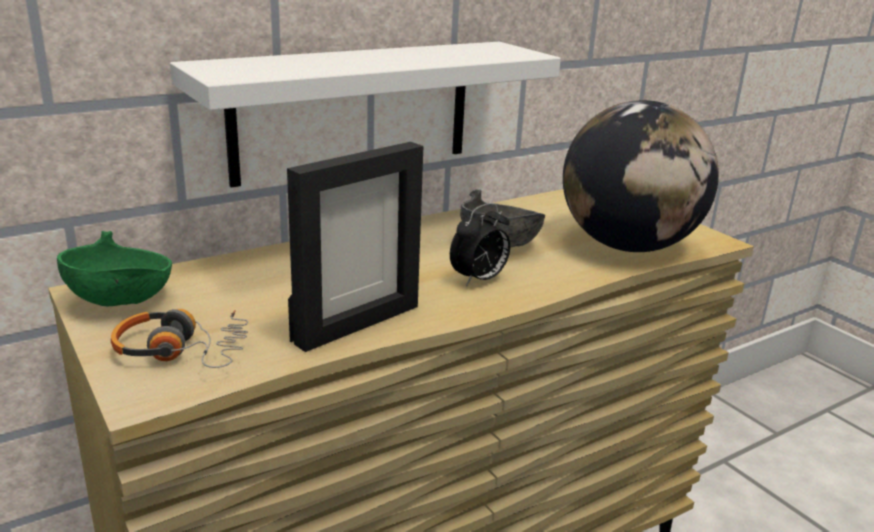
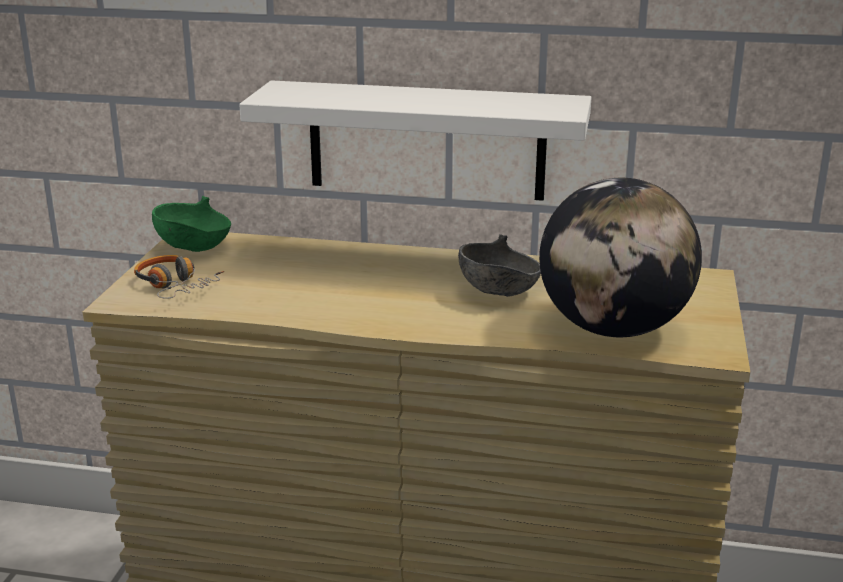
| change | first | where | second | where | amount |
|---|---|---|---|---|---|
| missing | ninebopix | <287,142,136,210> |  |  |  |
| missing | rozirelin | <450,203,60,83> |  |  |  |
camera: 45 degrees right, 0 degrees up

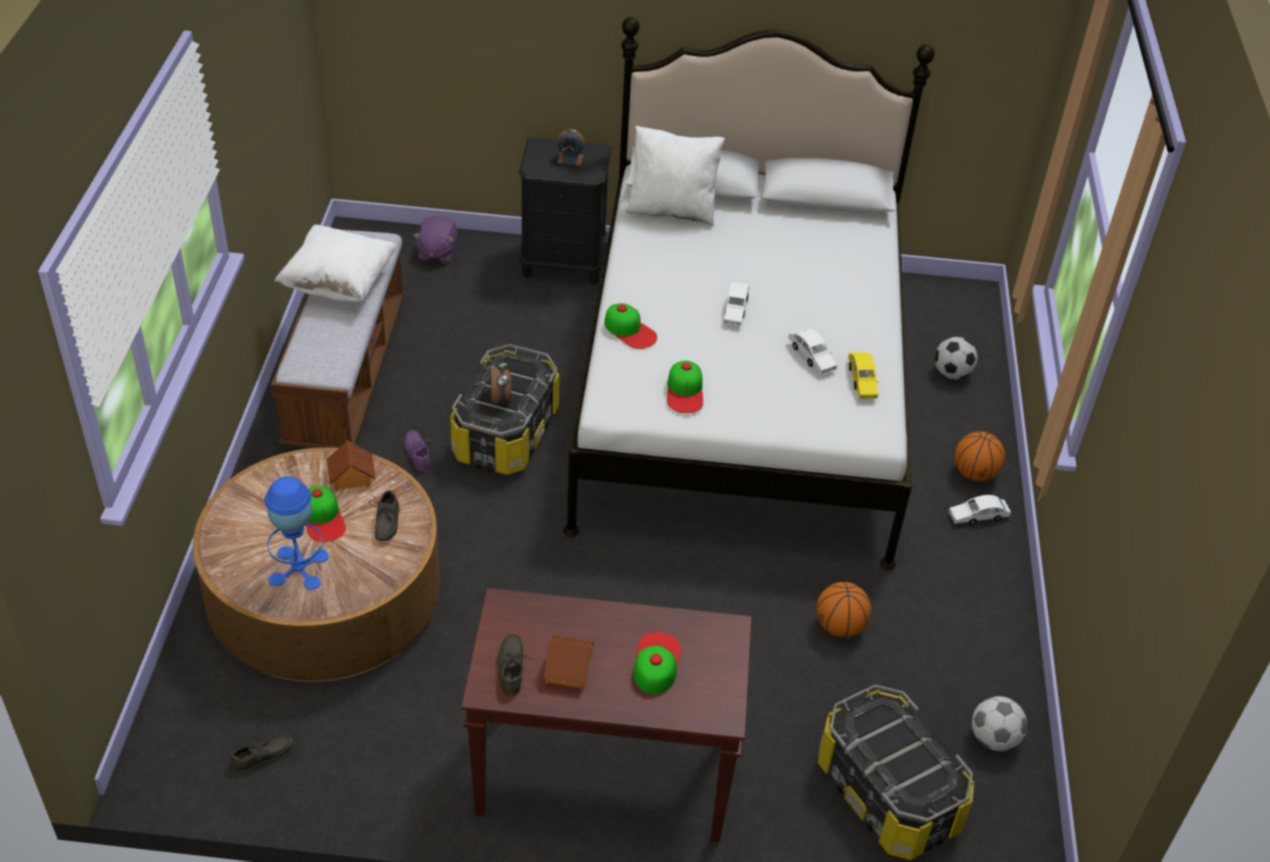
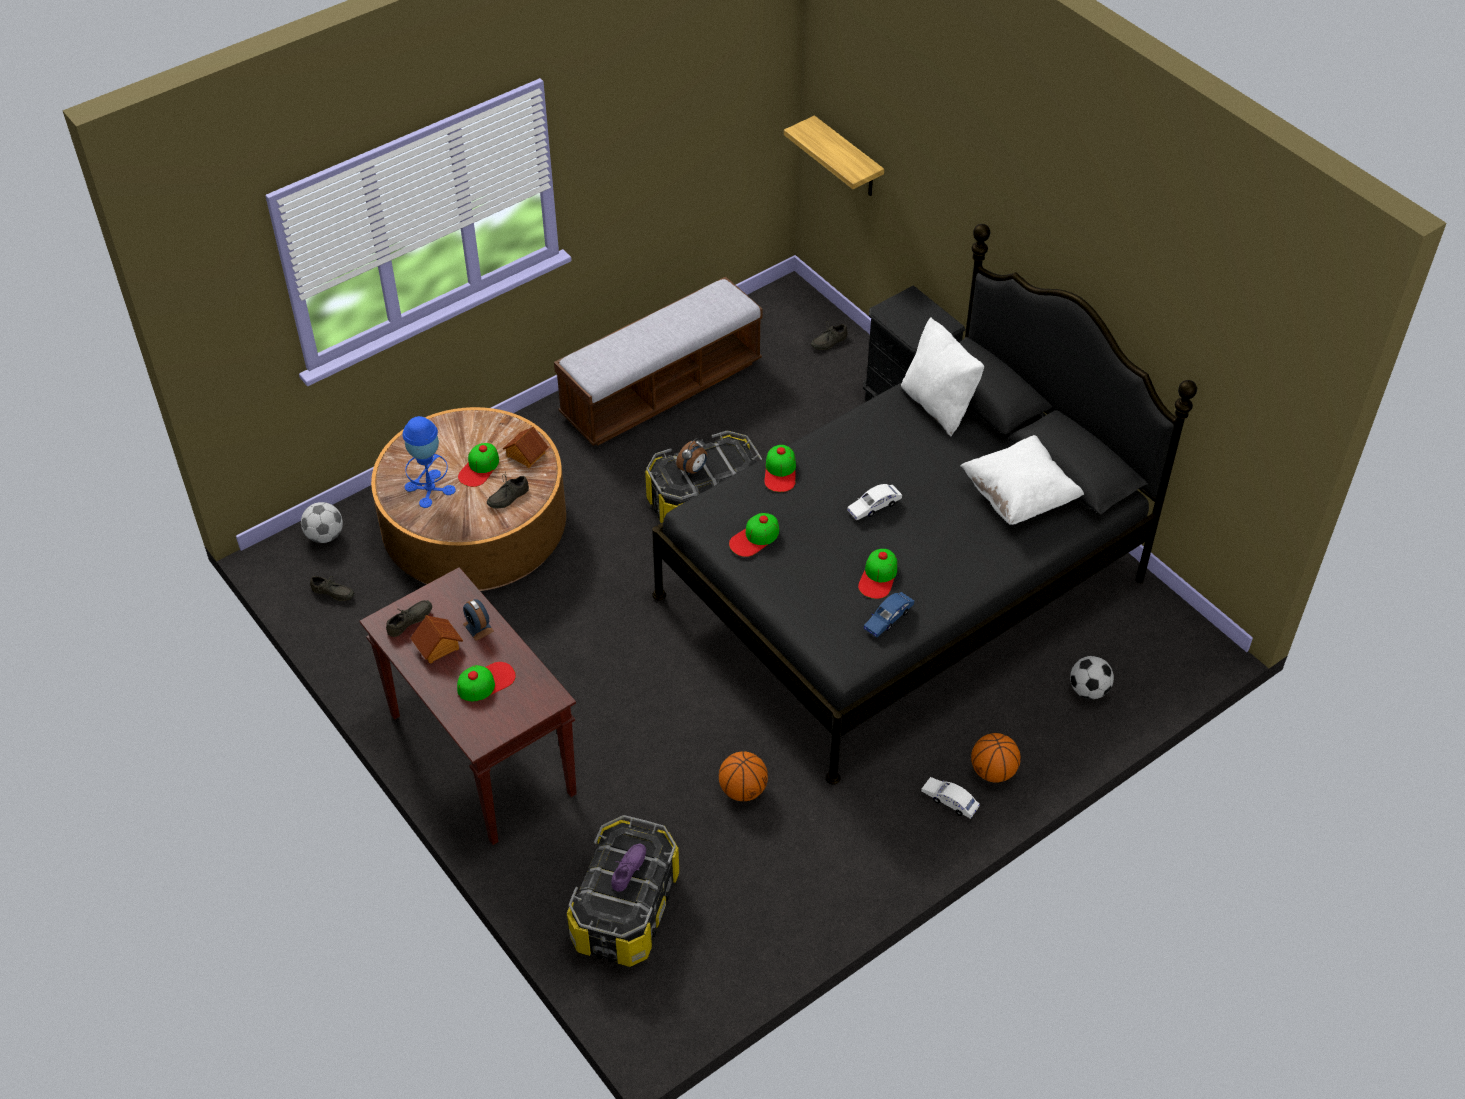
| change | first | where | second | where | amount |
|---|---|---|---|---|---|
| colour | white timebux | <563,17,372,553> | black timebux | <652,224,545,561> |  |
| relocated | rozirelin | <557,129,28,37> |  | <463,599,31,42> |  |
| exchanged | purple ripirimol | <413,216,45,47> | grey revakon | <811,319,36,31> |  |
| relocated | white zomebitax | <274,225,123,77> |  | <960,435,124,90> |  |
| exchanged | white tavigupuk | <788,328,49,46> | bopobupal | <858,549,39,50> |  |
| colour | yellow tavigupuk | <848,352,31,47> | blue tavigupuk | <864,592,50,46> |  |
| relocated | purple revakon | <404,430,30,41> |  | <611,843,35,49> |  |
| relocated | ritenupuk | <972,696,55,55> |  | <301,502,42,41> |  |
| appeared |  |  | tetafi | <784,115,100,81> |  |
camera: 50 degrees right, 5 degrees up

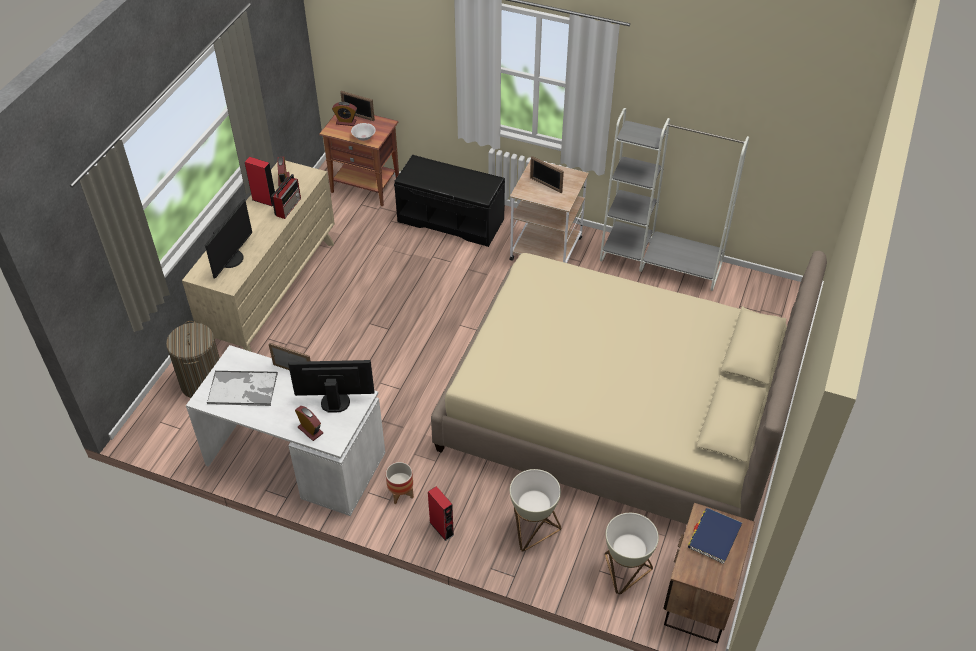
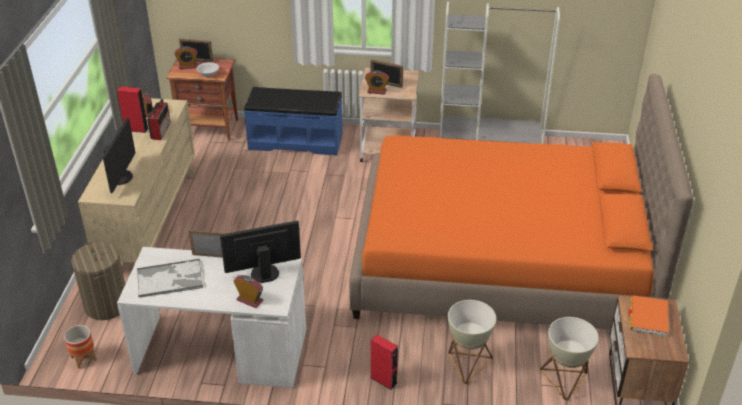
| change | first | where | second | where | amount |
|---|---|---|---|---|---|
| colour | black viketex | <394,155,111,92> | blue viketex | <244,87,99,69> |  |
| colour | beige timebux | <431,251,396,273> | orange timebux | <349,73,345,257> |  |
| relocated | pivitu | <386,462,28,42> |  | <64,325,33,44> |  |
| colour | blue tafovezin | <688,508,54,56> | orange tafovezin | <628,295,40,42> |  |
| appeared |  |  | rozirelin | <365,70,24,25> |  |
camera: 15 degrees left, 10 degrees down

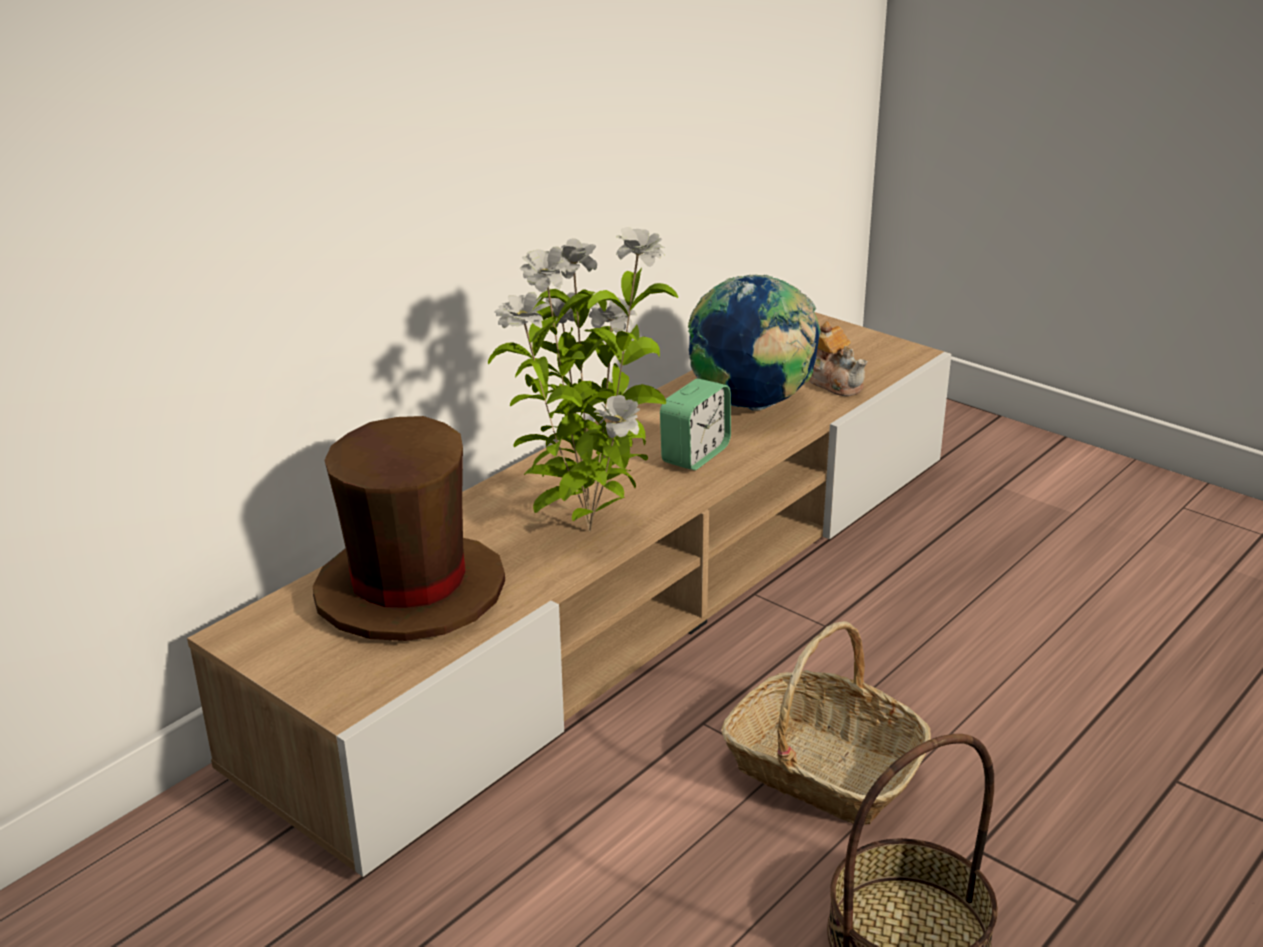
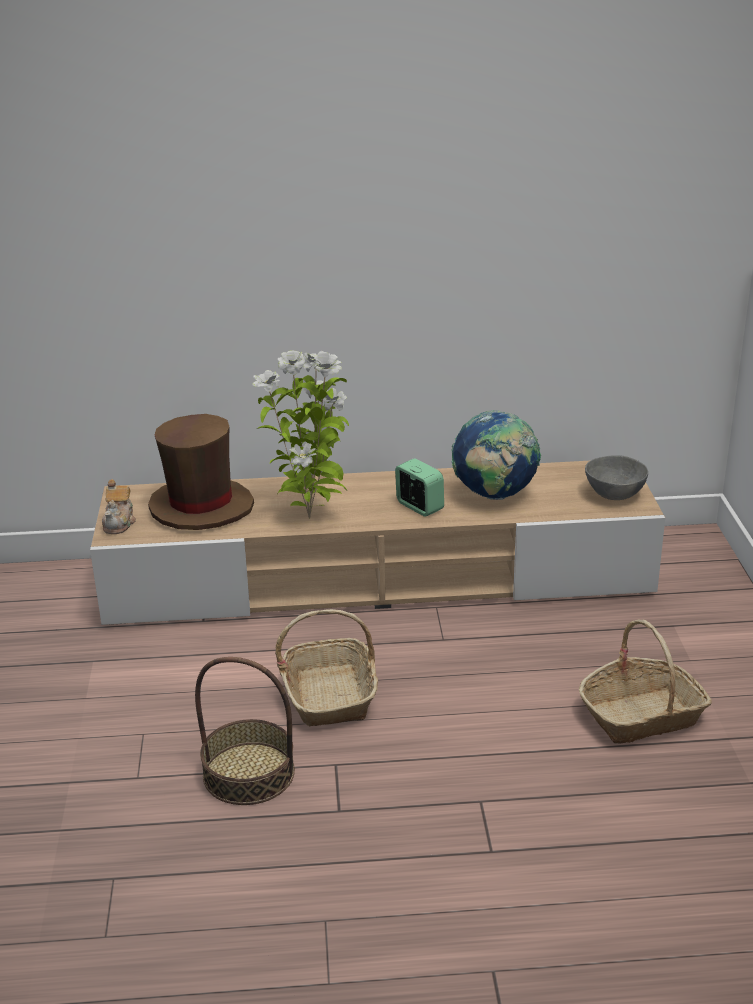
| change | first | where | second | where | amount |
|---|---|---|---|---|---|
| relocated | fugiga | <809,321,59,75> |  | <102,479,34,55> |  |
| spun | rozirelin | <660,378,71,92> |  | <395,458,49,59> | 120 degrees counterclockwise |
| appeared |  |  | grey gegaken | <585,455,63,45> |  |
| appeared |  |  | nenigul | <579,620,133,124> |  |
camera: 45 degrees right, 0 degrees up

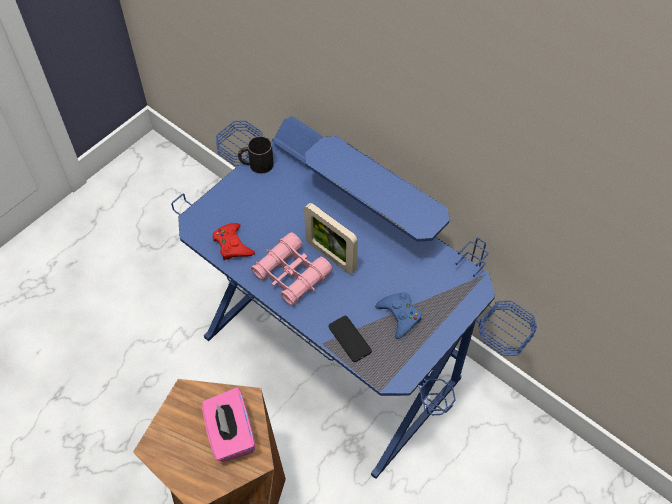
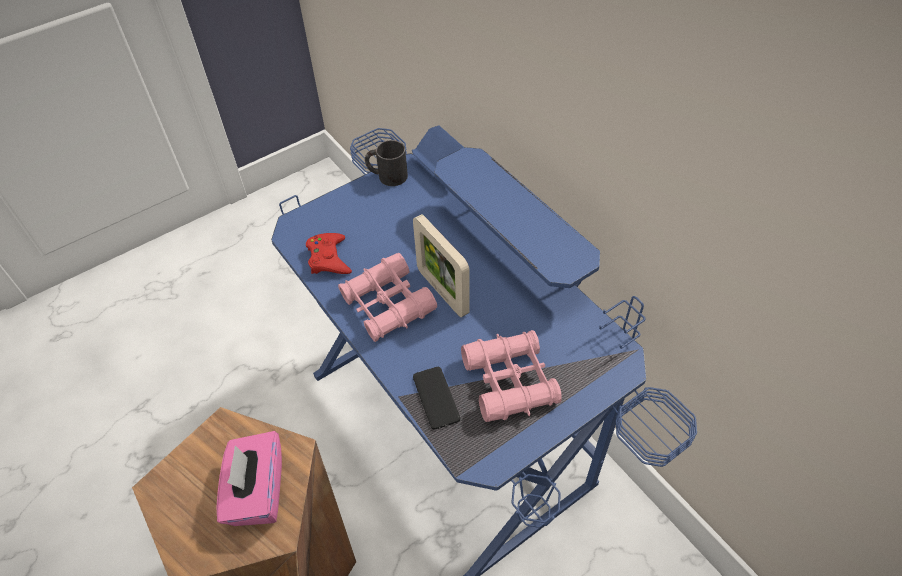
| change | first | where | second | where | amount |
|---|---|---|---|---|---|
| exchanged | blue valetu | <375,292,47,47> | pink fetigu | <461,330,101,92> |  |
camera: 15 degrees right, 5 degrees down

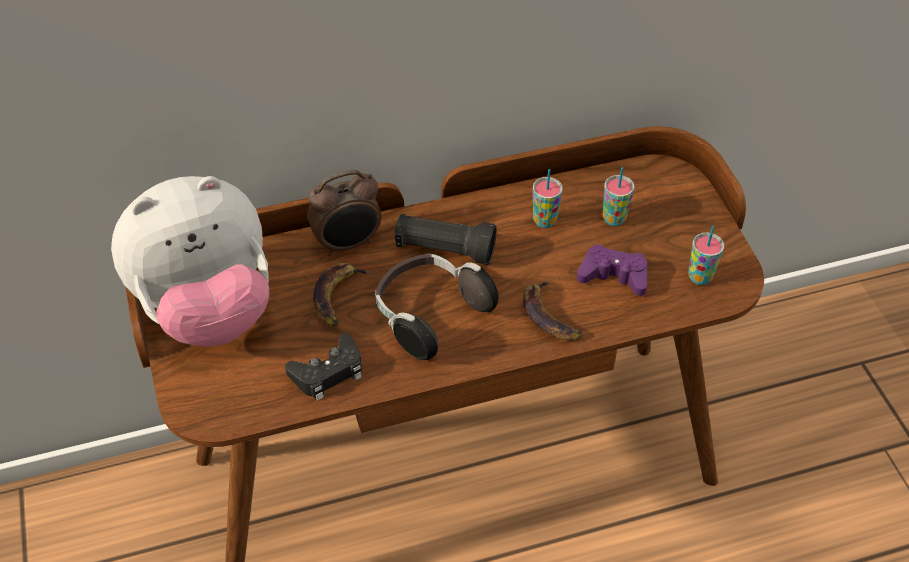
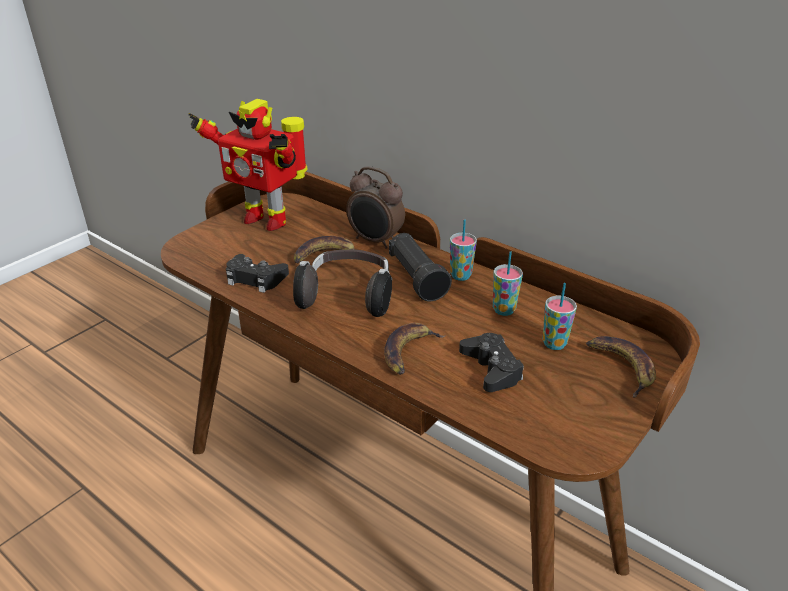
| change | first | where | second | where | amount |
|---|---|---|---|---|---|
| exchanged | ripirimol | <111,176,158,170> | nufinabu | <188,99,120,132> |  |
| relocated | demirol | <688,226,36,59> |  | <450,219,27,62> |  |
| colour | purple valetu | <577,244,71,52> | black valetu | <459,333,65,59> |  |
| appeared |  |  | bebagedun | <586,336,70,62> |  |
camera: 55 degrees right, 15 degrees down

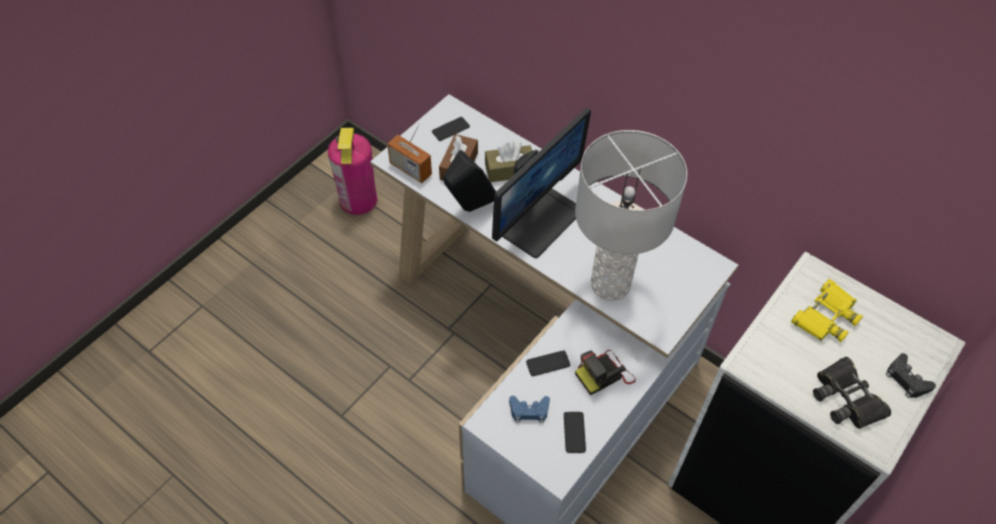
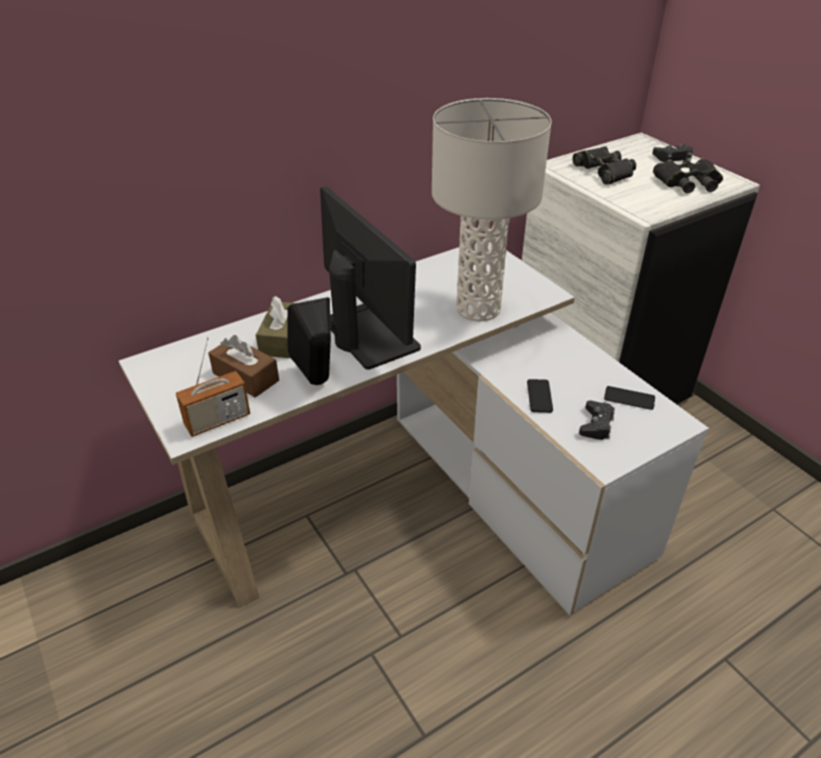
| change | first | where | second | where | amount |
|---|---|---|---|---|---|
| missing | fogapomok | <432,117,38,24> |  |  |  |
| missing | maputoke | <328,128,50,87> |  |  |  |
| colour | yellow fetigu | <791,279,72,63> | black fetigu | <573,146,63,39> |  |
| missing | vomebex | <575,350,61,45> |  |  |  |
| colour | blue valetu | <509,396,41,27> | black valetu | <579,400,36,40> |  |
camera: 70 degrees left, 15 degrees down

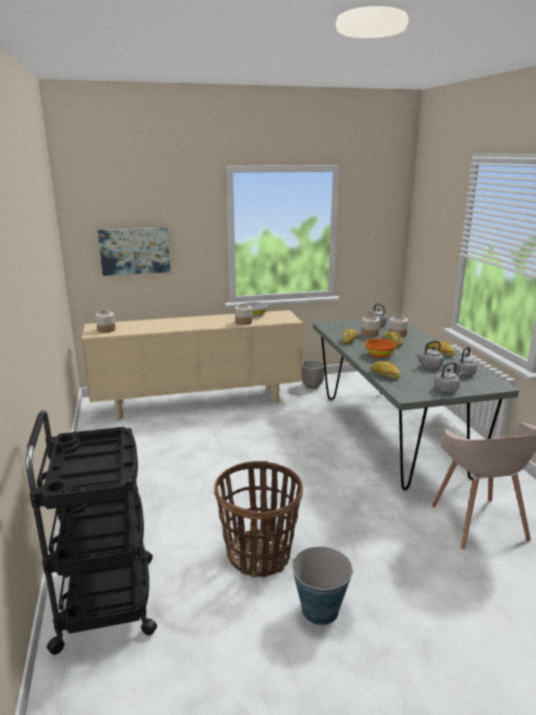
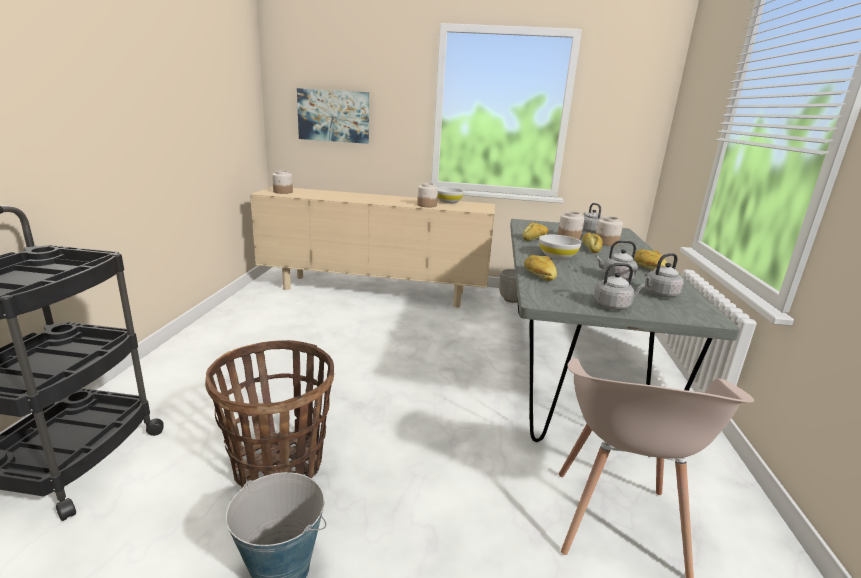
| change | first | where | second | where | amount |
|---|---|---|---|---|---|
| colour | orange gegaken | <365,338,31,20> | white gegaken | <539,235,43,25> |  |
camera: 20 degrees right, 0 degrees up

